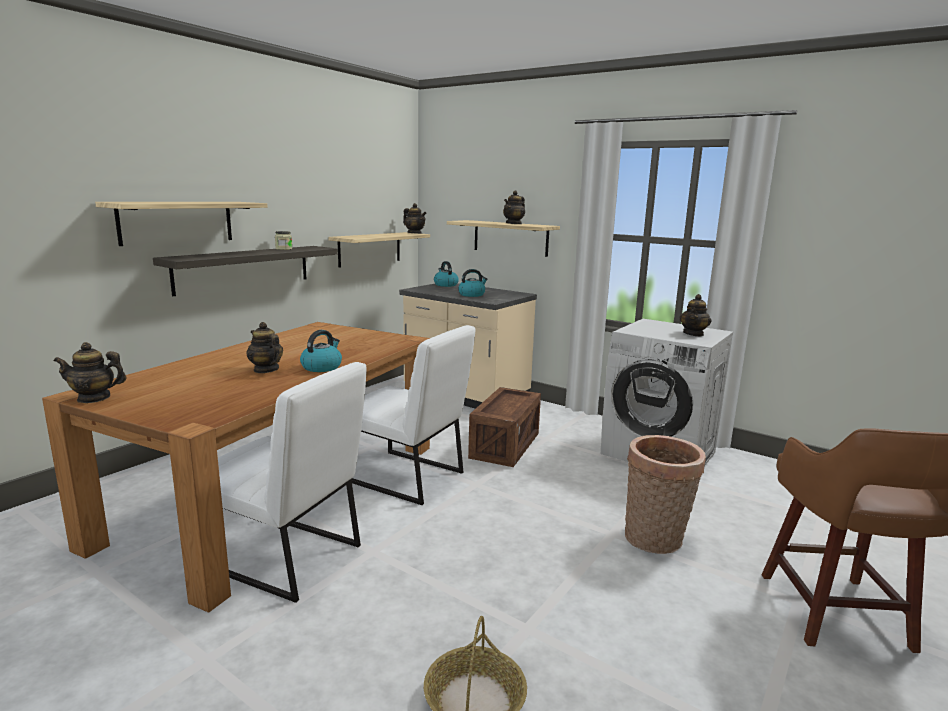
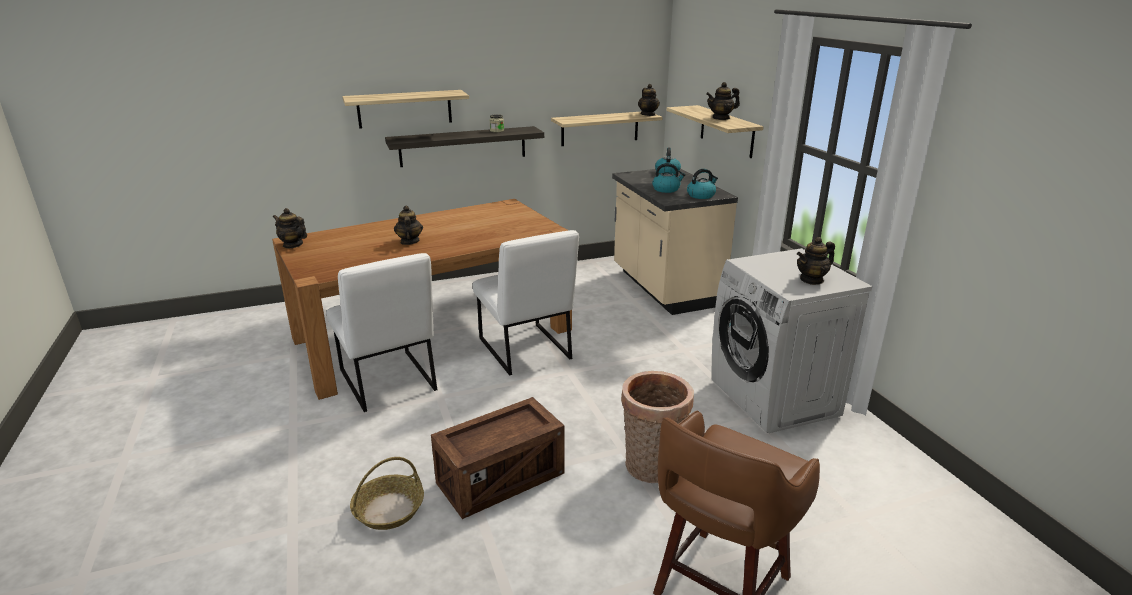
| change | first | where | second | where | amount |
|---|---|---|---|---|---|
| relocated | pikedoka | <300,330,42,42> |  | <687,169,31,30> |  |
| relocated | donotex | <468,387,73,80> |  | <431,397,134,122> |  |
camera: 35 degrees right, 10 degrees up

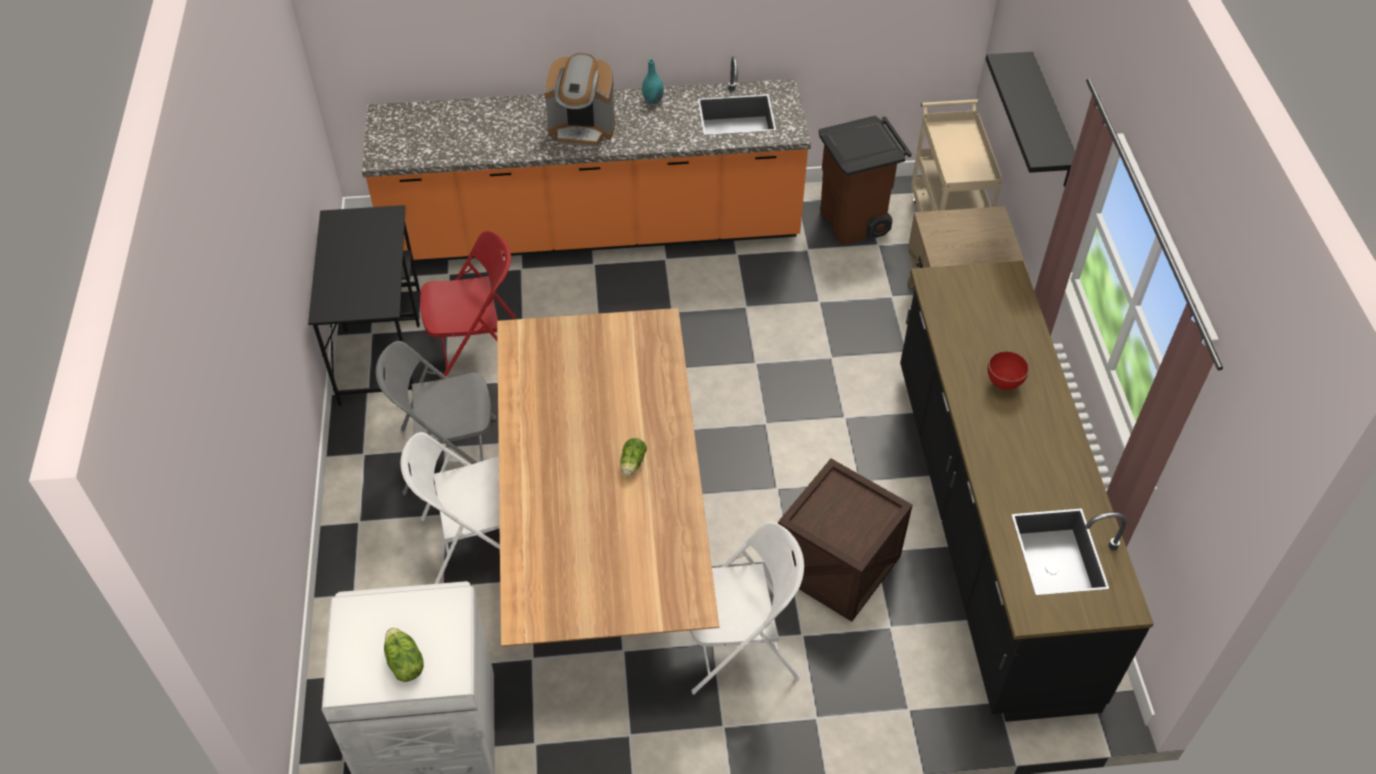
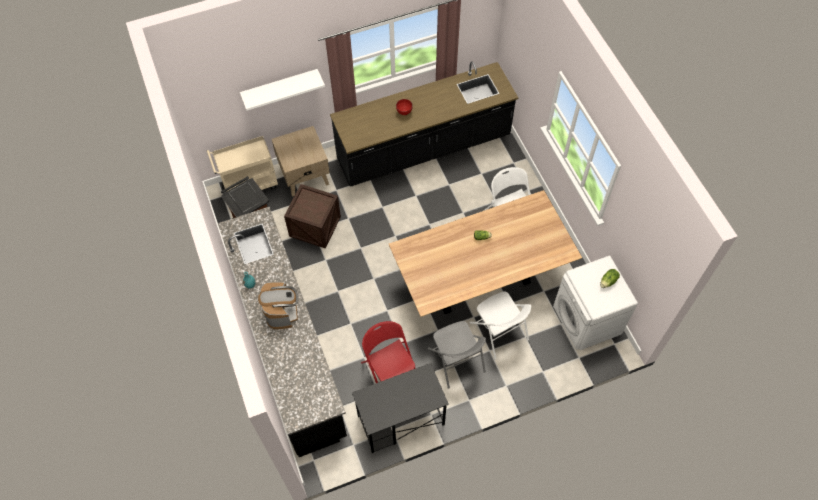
| change | first | where | second | where | amount |
|---|---|---|---|---|---|
| colour | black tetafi | <986,52,89,135> | white tetafi | <240,69,85,42> |  |
| colour | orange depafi | <362,56,449,206> | black depafi | <218,207,129,250> |  |
| relocated | donotex | <778,458,135,164> |  | <284,184,57,65> |  |
camera: 105 degrees left, 10 degrees up

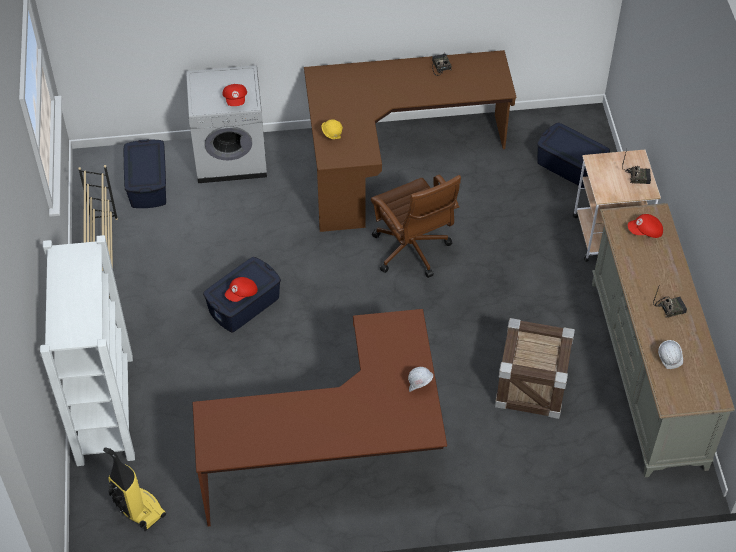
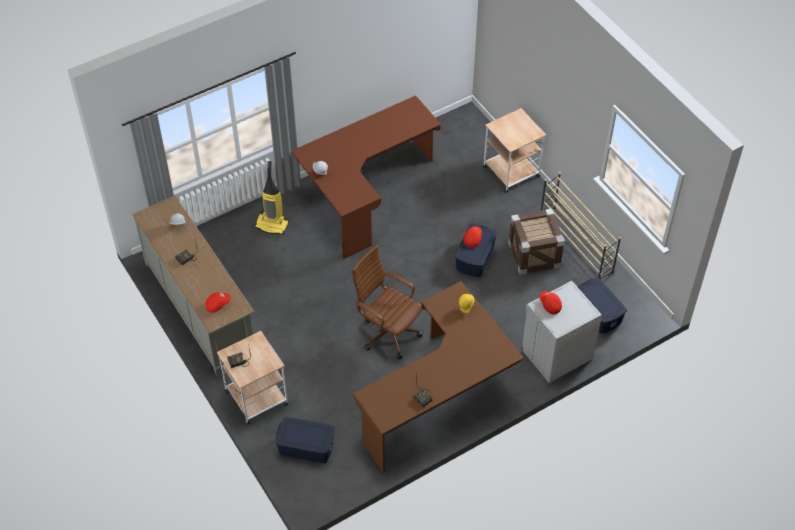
| change | first | where | second | where | amount |
|---|---|---|---|---|---|
| exchanged | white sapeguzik | <40,235,95,231> | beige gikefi | <483,108,63,85> |  |
| relocated | donotex | <495,318,80,101> |  | <508,208,57,67> |  |
| relocated | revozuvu | <103,447,63,84> |  | <255,161,34,74> |  |
camera: 155 degrees right, 0 degrees up

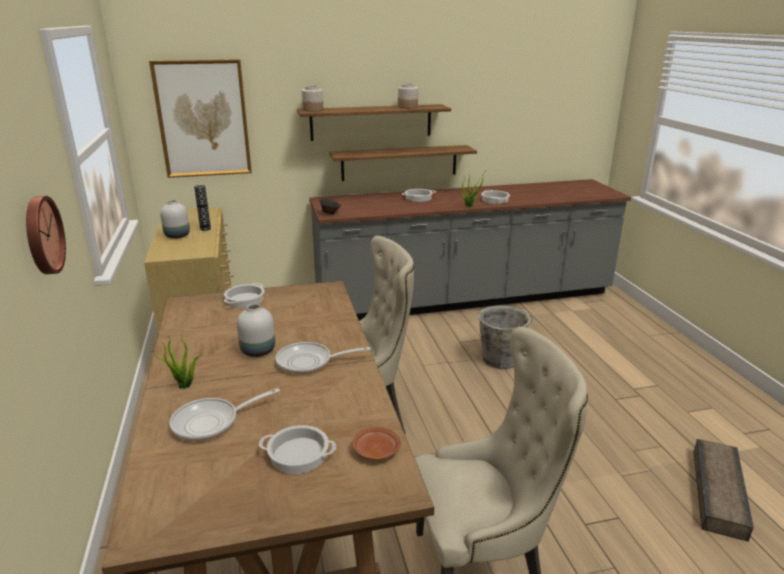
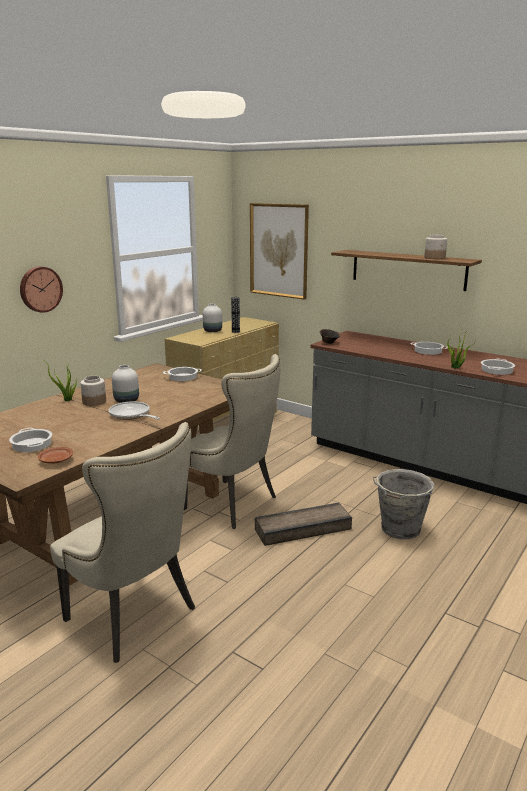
| change | first | where | second | where | amount |
|---|---|---|---|---|---|
| relocated | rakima | <302,86,21,26> |  | <80,376,26,30> |  |
| missing | tetafi | <329,145,148,36> |  |  |  |
| missing | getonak | <169,388,111,53> |  |  |  |
| relocated | donotex | <694,439,60,103> |  | <255,503,97,43> |  |
camera: 50 degrees right, 5 degrees down

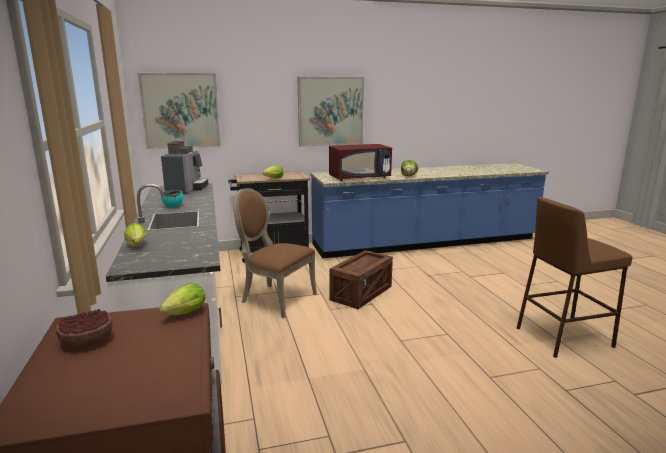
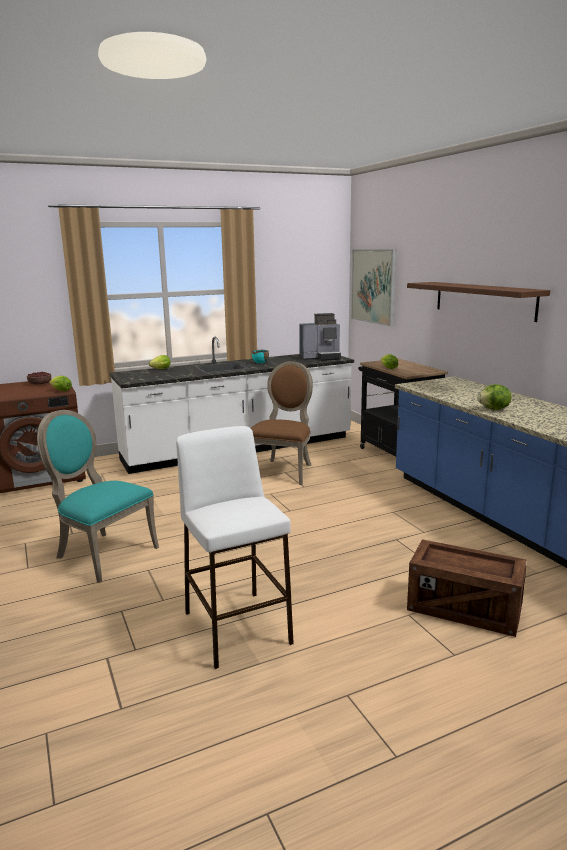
| change | first | where | second | where | amount |
|---|---|---|---|---|---|
| exchanged | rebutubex | <298,77,66,70> | brown tetafi | <407,282,143,40> |  |
| missing | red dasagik | <329,144,63,37> |  |  |  |
| colour | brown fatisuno | <517,197,115,161> | white fatisuno | <176,426,118,243> |  |
| relocated | donotex | <329,250,64,59> |  | <407,539,119,98> |  |
| appeared |  |  | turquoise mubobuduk | <37,410,122,173> |  |
camera: 80 degrees right, 0 degrees up

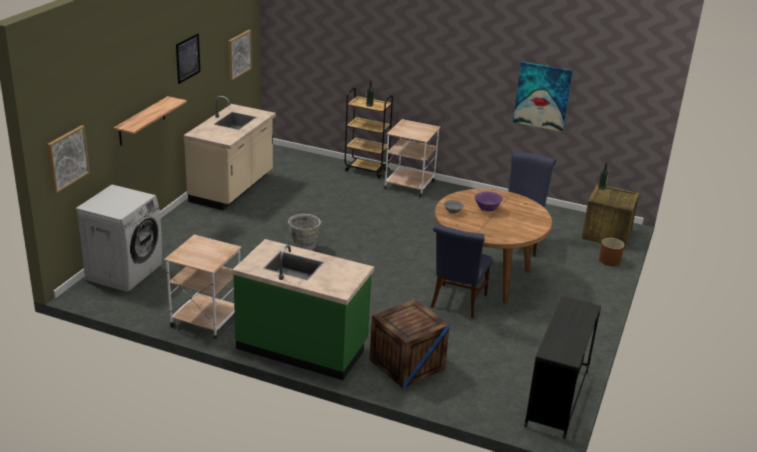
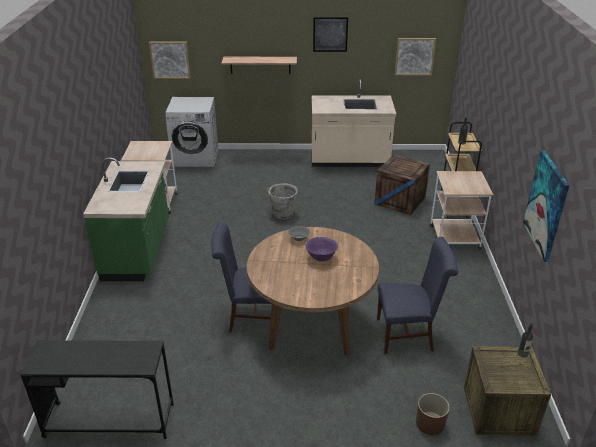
| change | first | where | second | where | amount |
|---|---|---|---|---|---|
| relocated | donotex | <369,299,81,89> |  | <374,154,56,61> |  |
camera: 70 degrees right, 5 degrees up

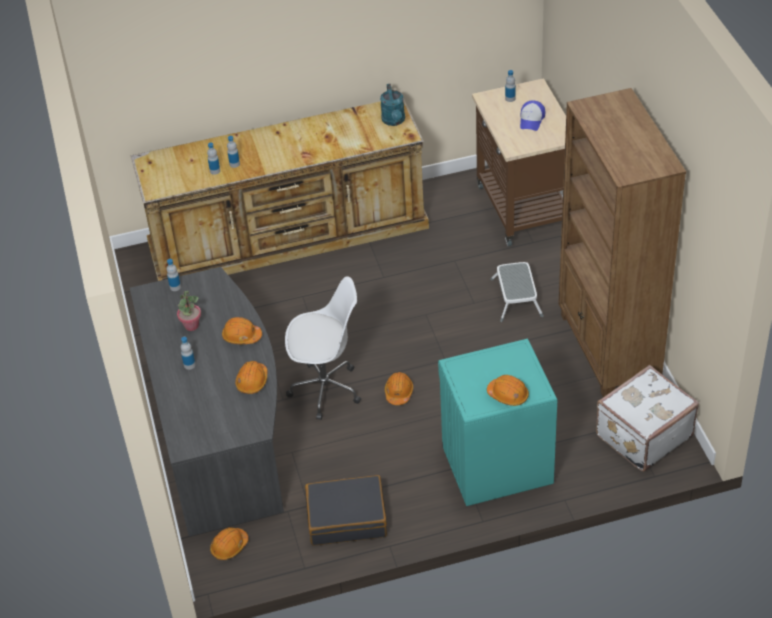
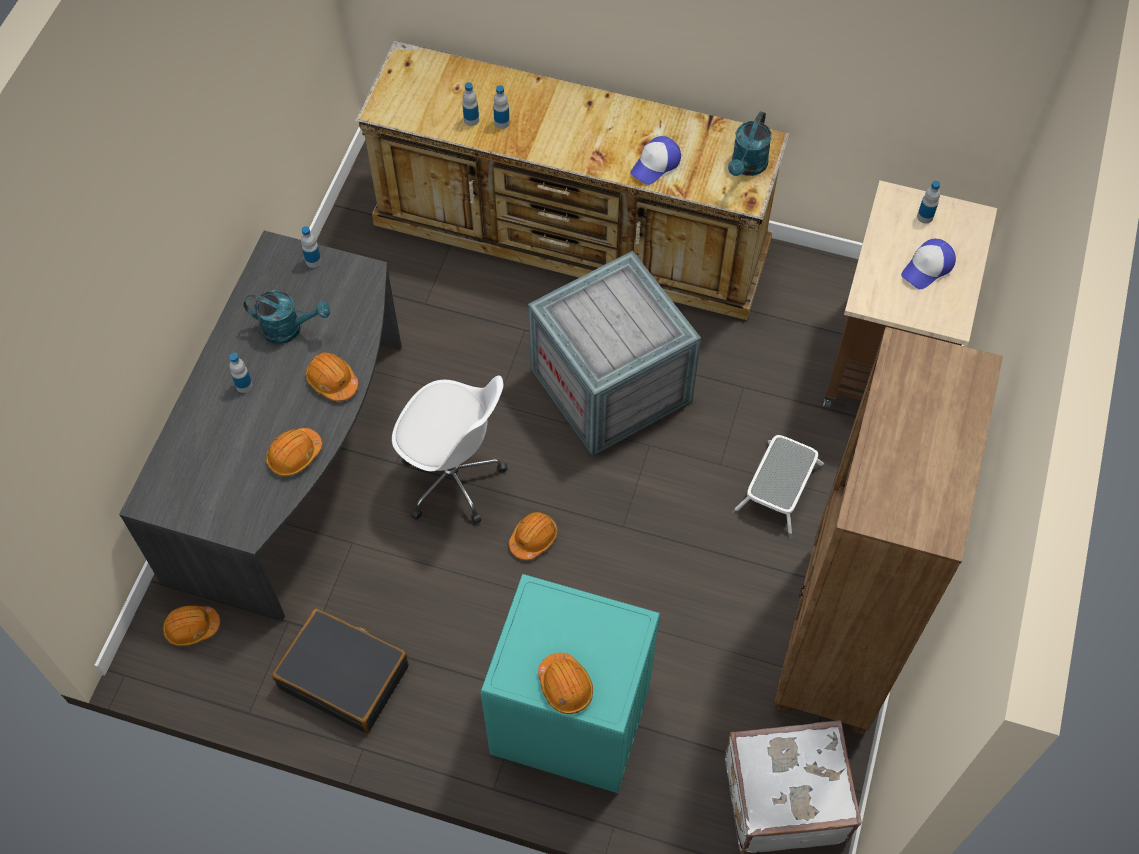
| change | first | where | second | where | amount |
|---|---|---|---|---|---|
| exchanged | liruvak | <177,291,24,40> | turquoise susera | <243,290,87,54> |  |
| appeared |  |  | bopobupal | <630,136,51,49> |  |
| appeared |  |  | donotex | <528,251,173,205> |  |
camera: 30 degrees right, 15 degrees up

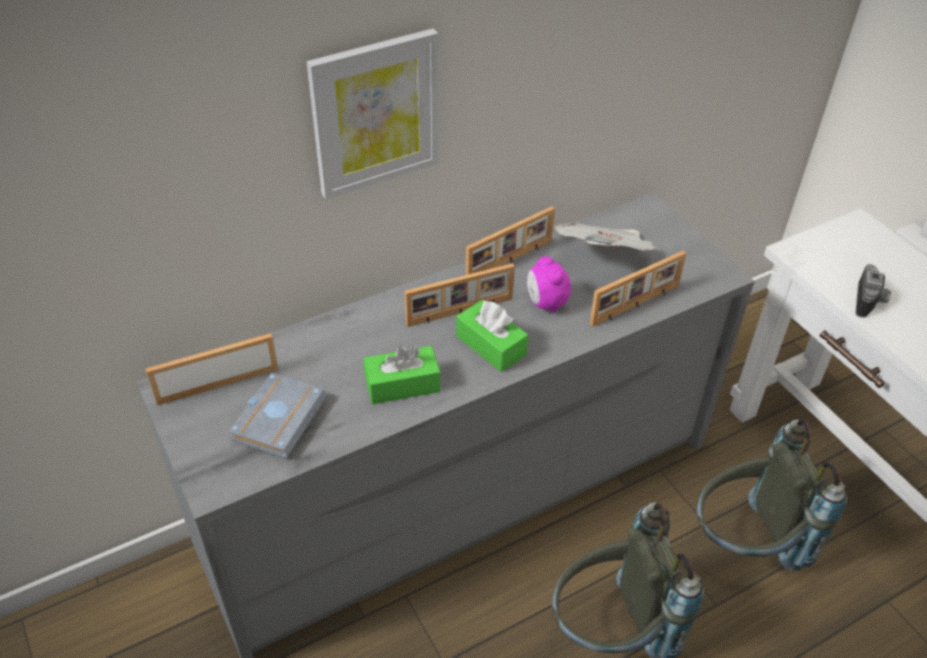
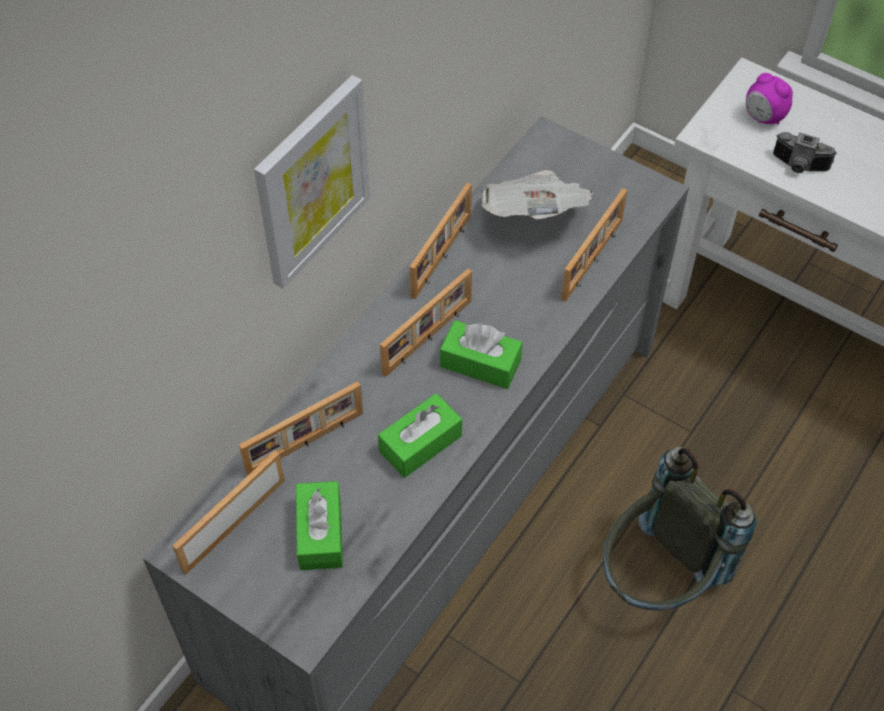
| change | first | where | second | where | amount |
|---|---|---|---|---|---|
| relocated | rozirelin | <527,256,44,57> |  | <746,73,47,51> |  |
| spun | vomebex | <855,264,36,54> |  | <773,132,64,41> | 120 degrees clockwise |
| exchanged | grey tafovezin | <229,372,98,87> | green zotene | <296,481,47,89> |  |
| missing | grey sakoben | <697,419,150,152> |  |  |  |
| appeared |  |  | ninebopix | <239,381,124,94> |  |
camera: 25 degrees left, 10 degrees up

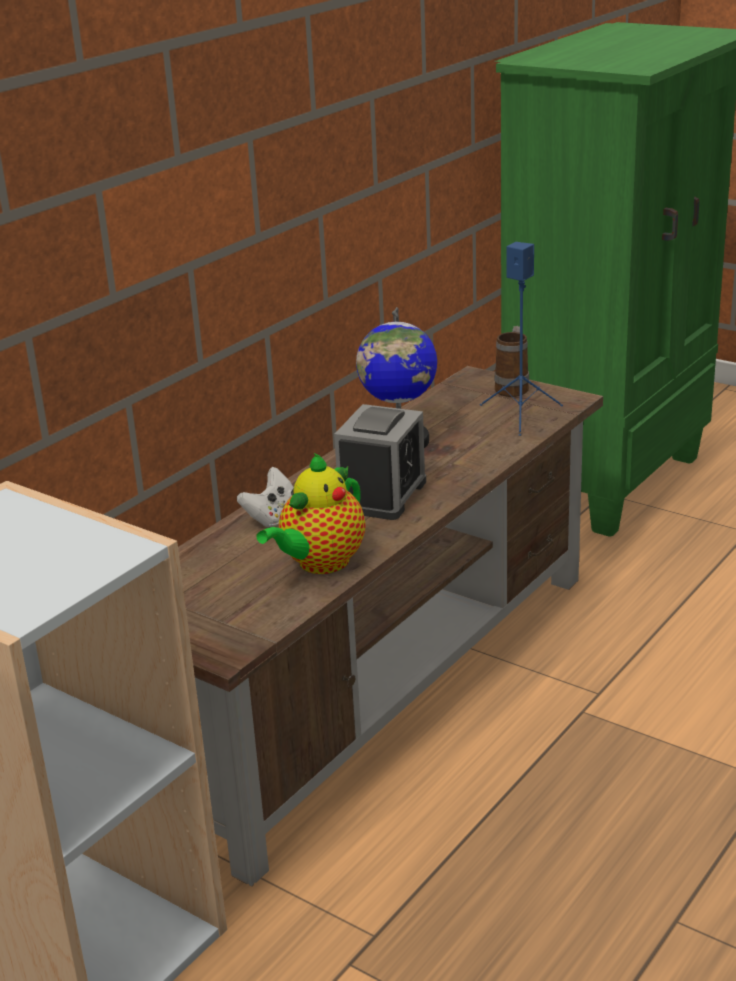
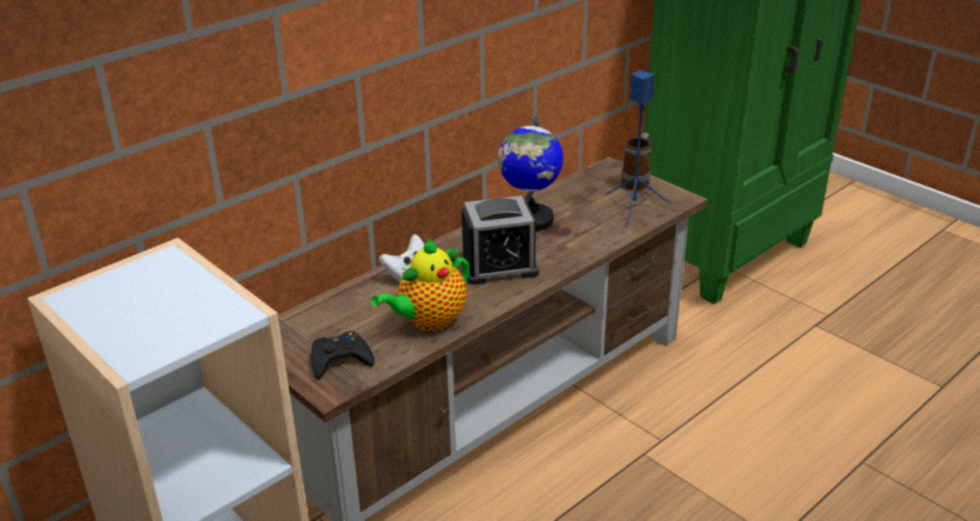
| change | first | where | second | where | amount |
|---|---|---|---|---|---|
| spun | rozirelin | <334,404,92,116> |  | <460,196,79,89> | 45 degrees clockwise |
| appeared |  |  | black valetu | <311,331,63,48> |  |
camera: 10 degrees right, 5 degrees up

